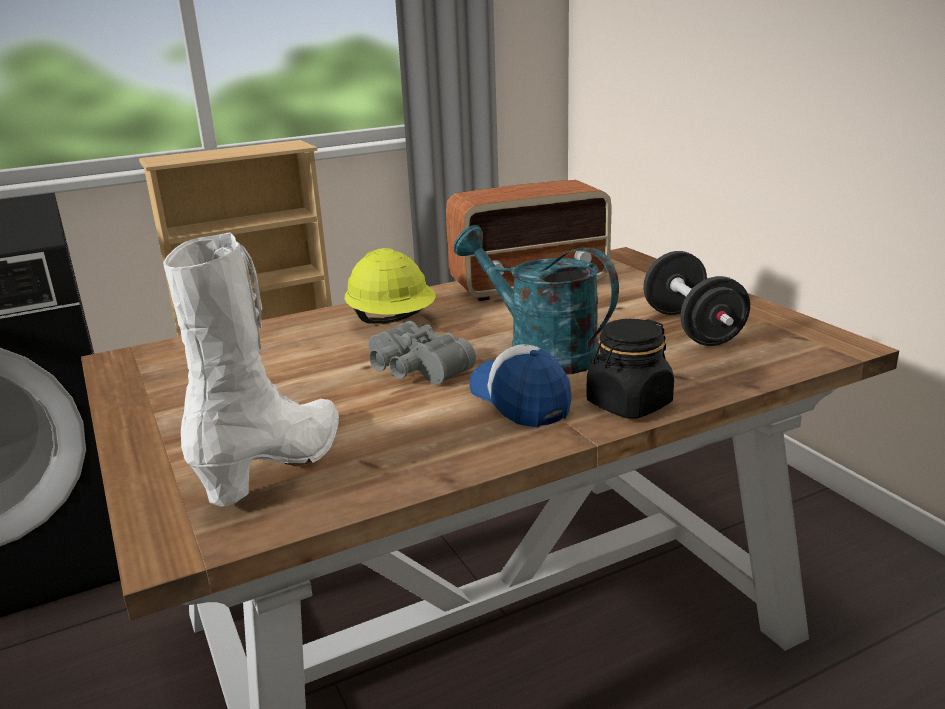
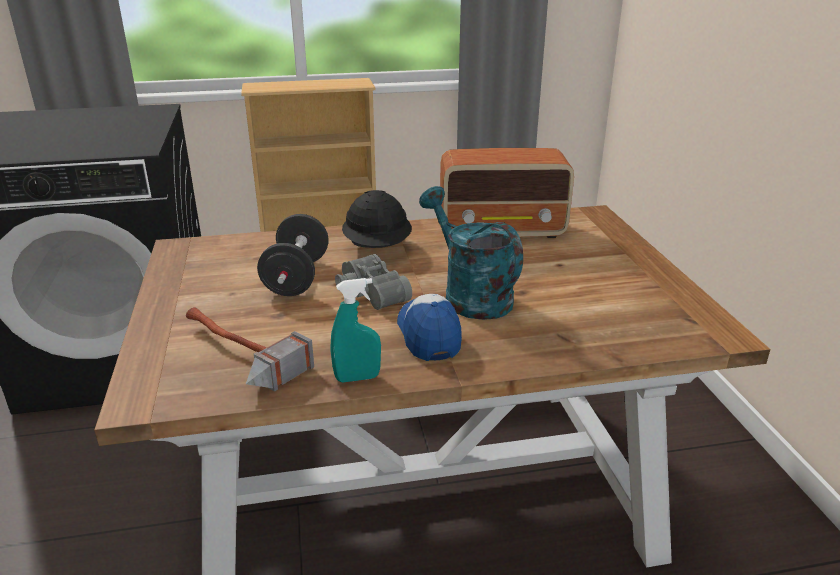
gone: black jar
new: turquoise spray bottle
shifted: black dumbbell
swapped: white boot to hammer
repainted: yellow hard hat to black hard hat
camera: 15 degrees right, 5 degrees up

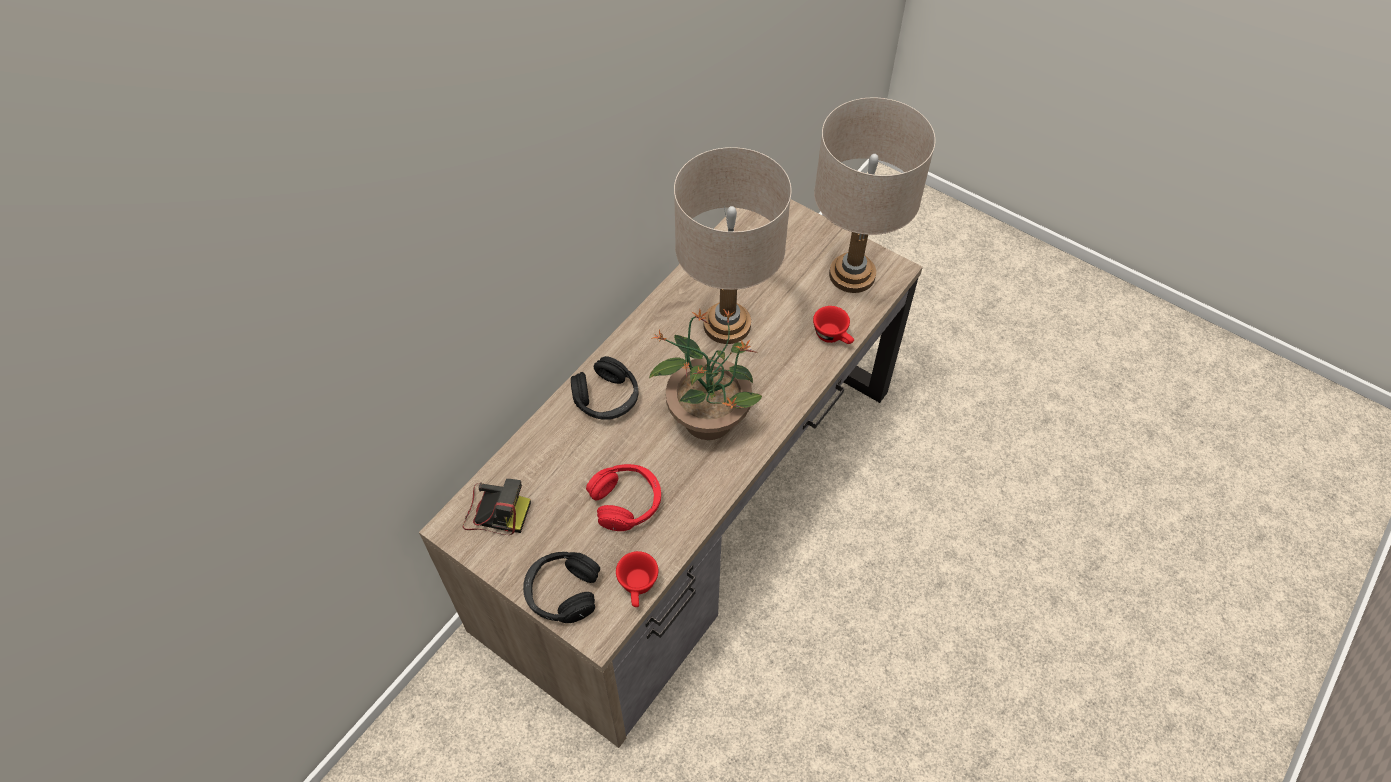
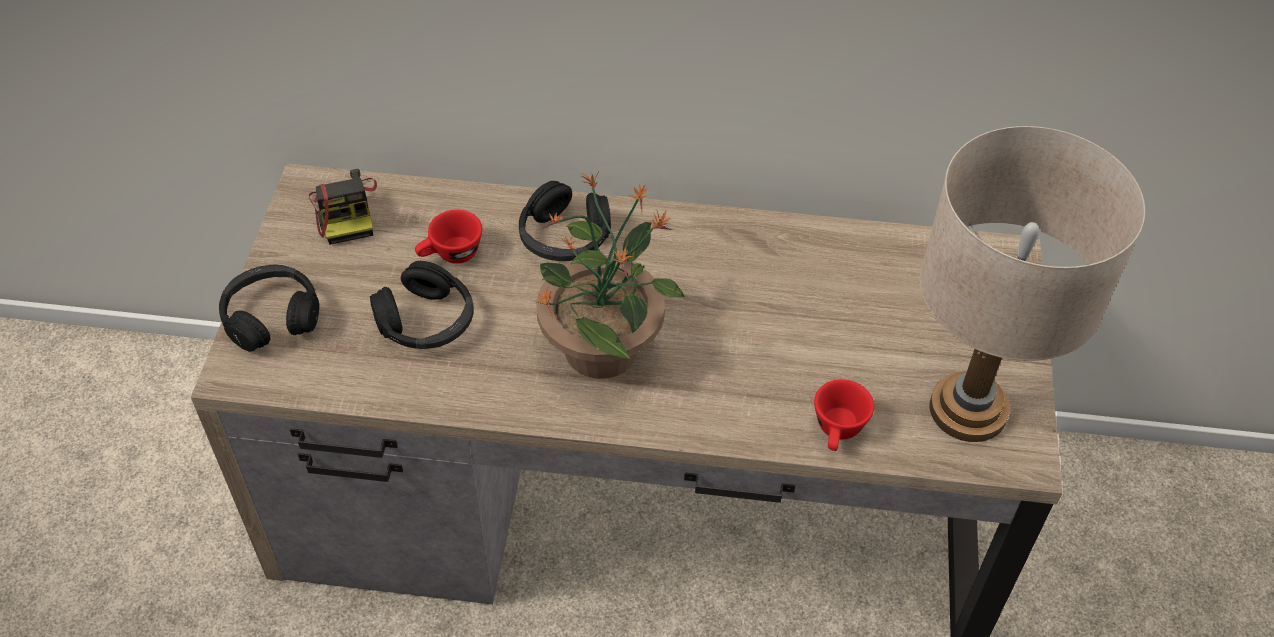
gone: beige table lamp (no. 1 from left)
shifted: red cup (no. 1 from left)
repainted: red headphones to black headphones (no. 2 from left)
camera: 60 degrees right, 5 degrees down

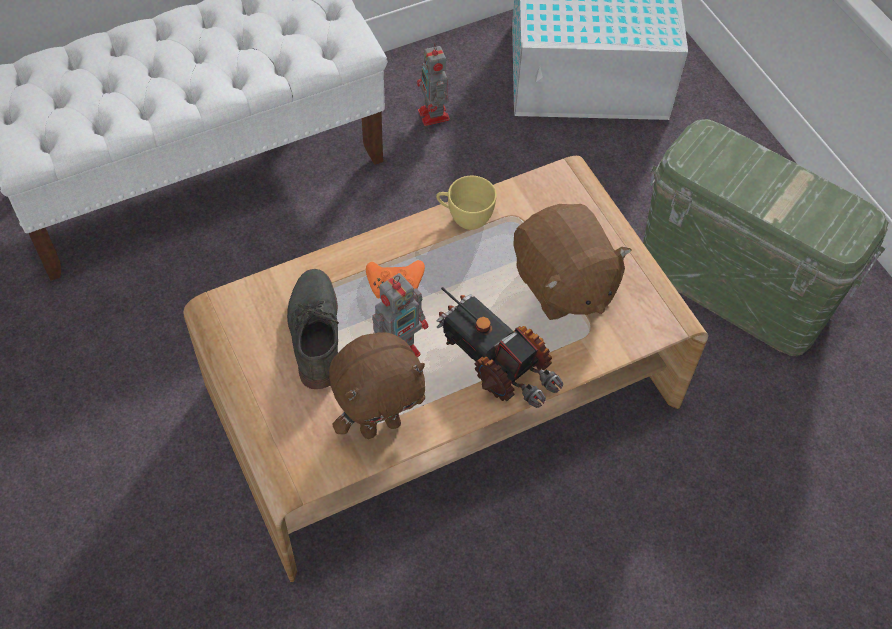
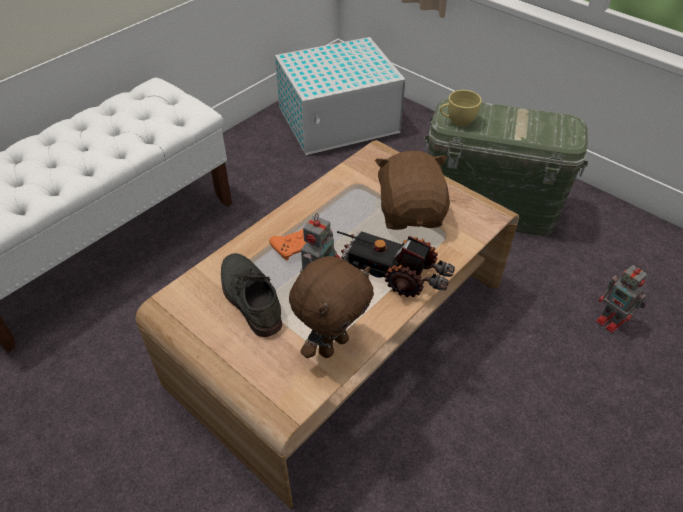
shifted: toy robot (no. 2 from left); yellow cup
rotated: brown plush toy (no. 2 from left) 135 degrees counterclockwise
camera: 20 degrees left, 10 degrees down

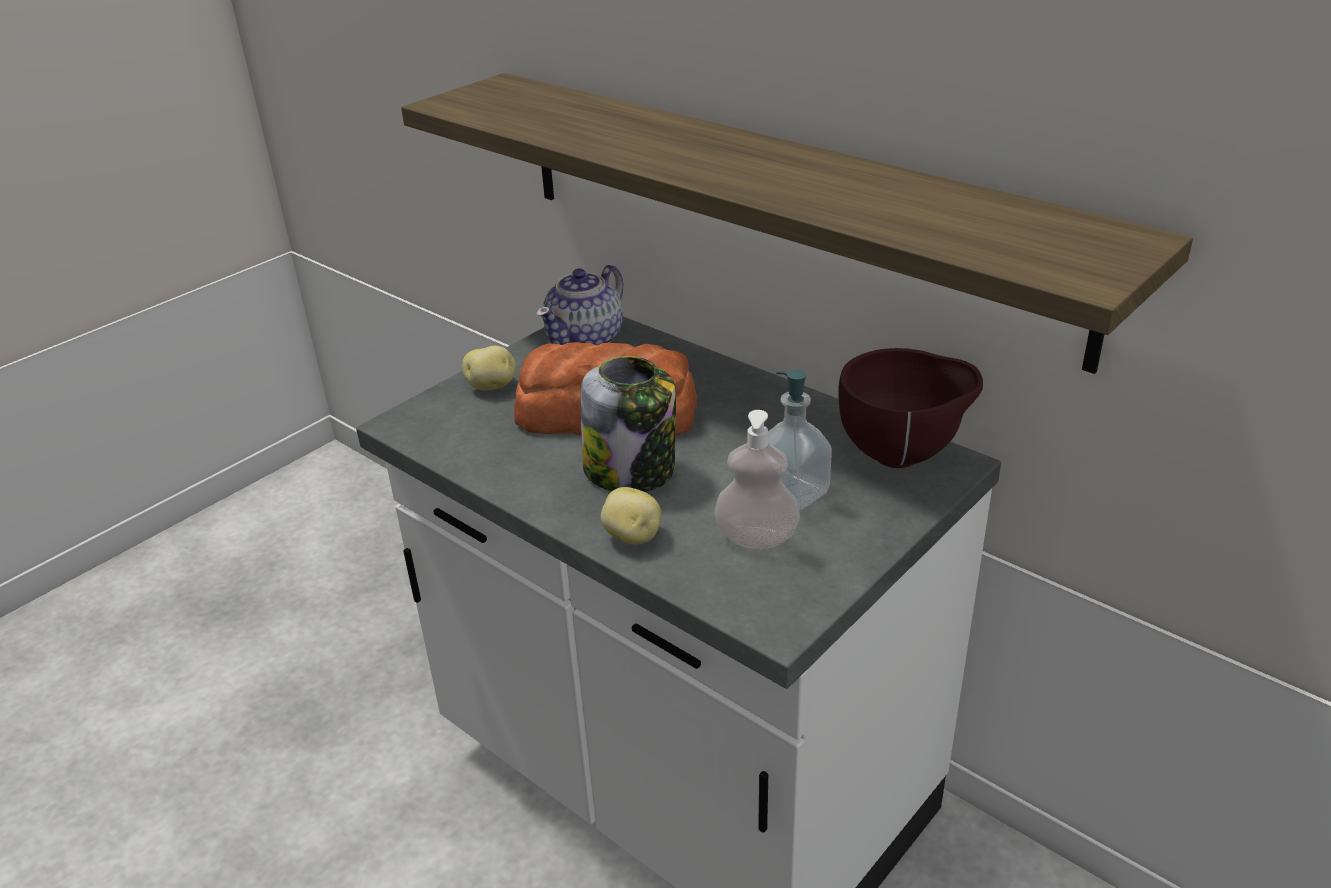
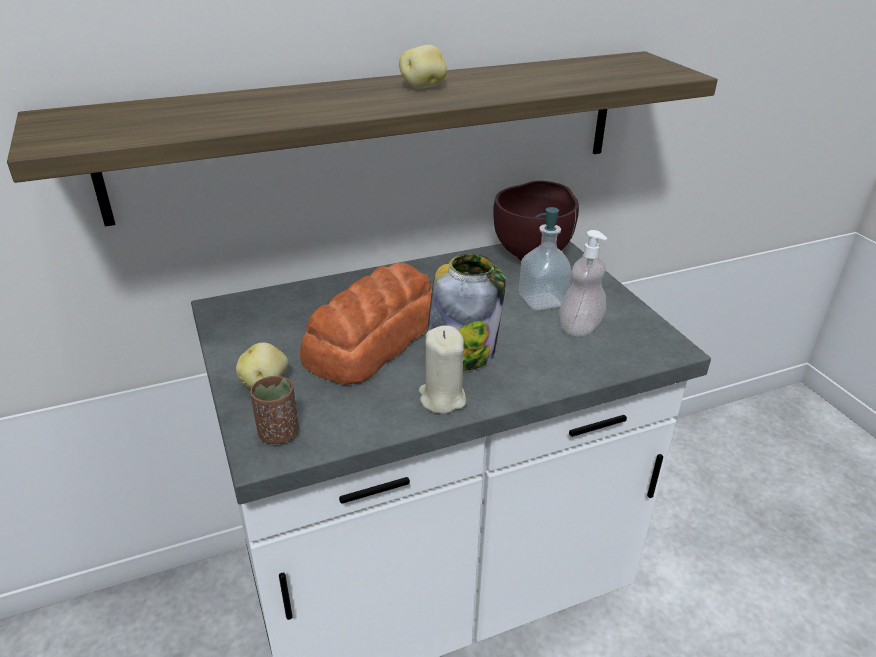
gone: teapot
new: brown cup; beige candle
shifted: potato (no. 2 from left)
camera: 65 degrees left, 0 degrees up

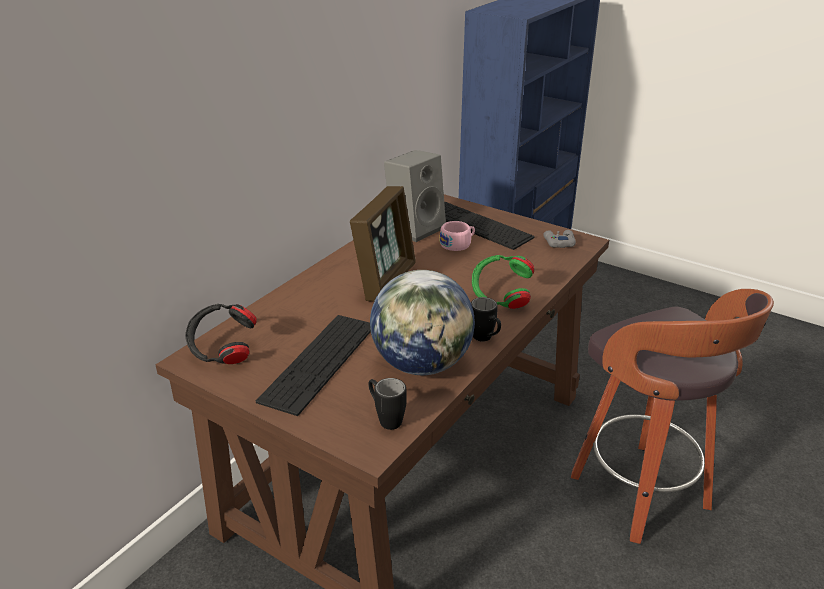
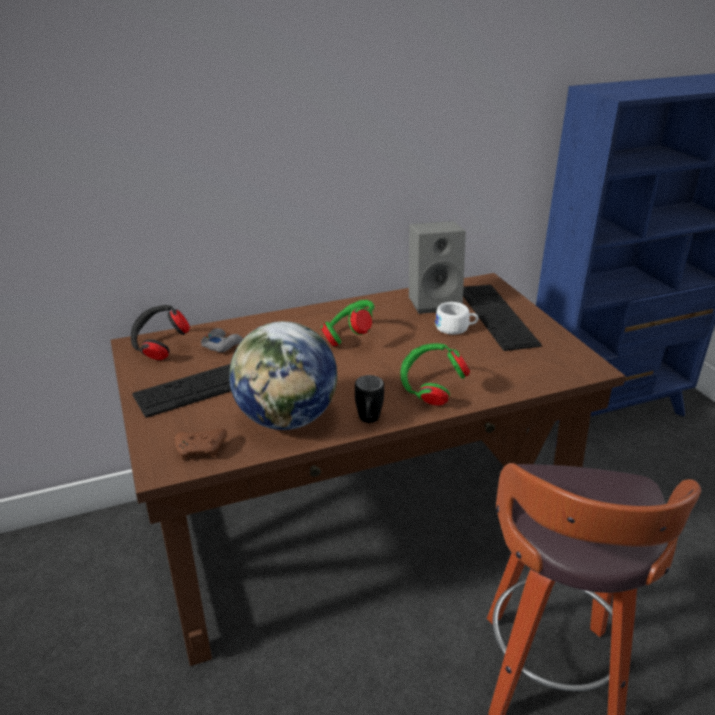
shifted: grey game controller
swapped: picture frame to green headphones (no. 1 from left); black mug (no. 1 from left) to brown game controller
repainted: pink cup to white cup
camera: 35 degrees right, 0 degrees up

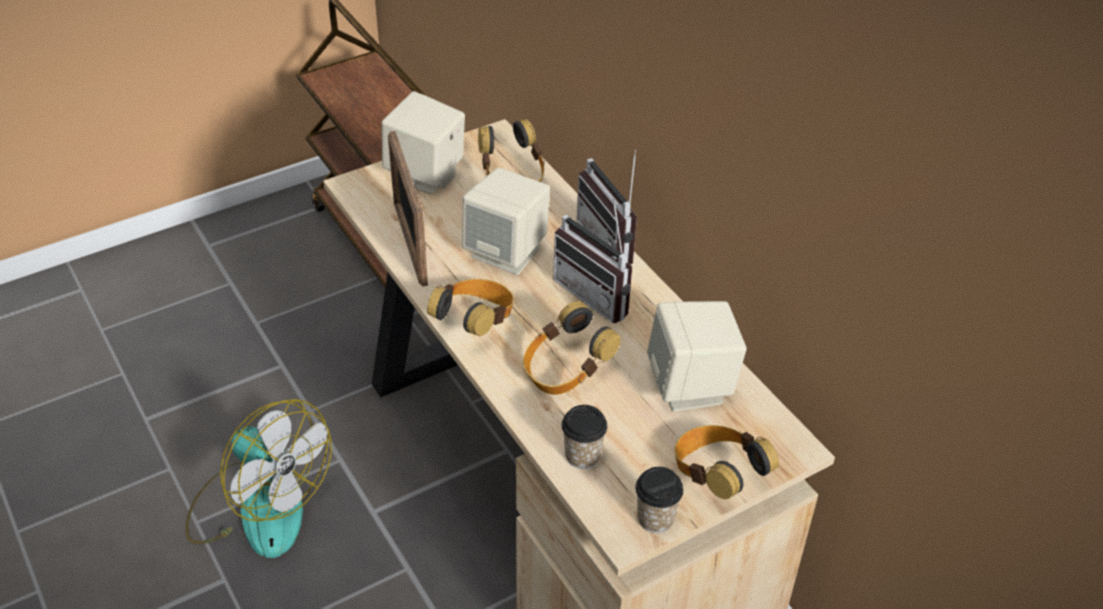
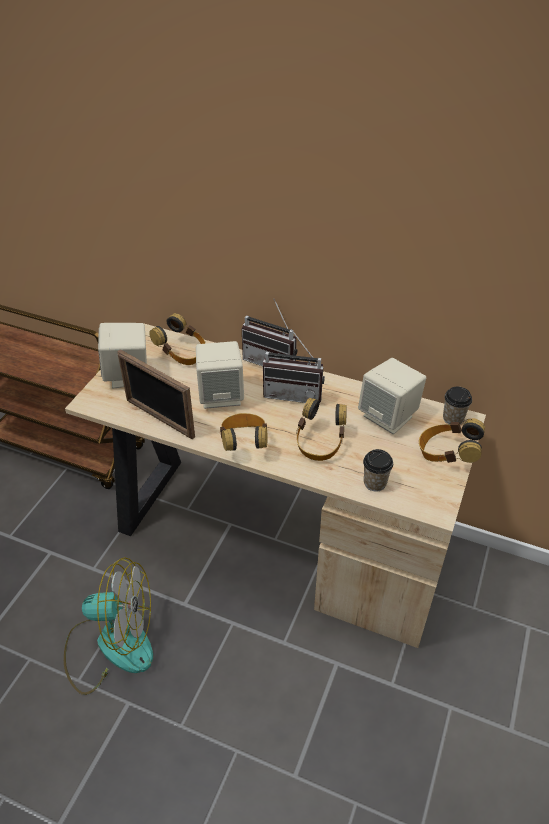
shifted: cup (no. 2 from left)
camera: 35 degrees left, 0 degrees up

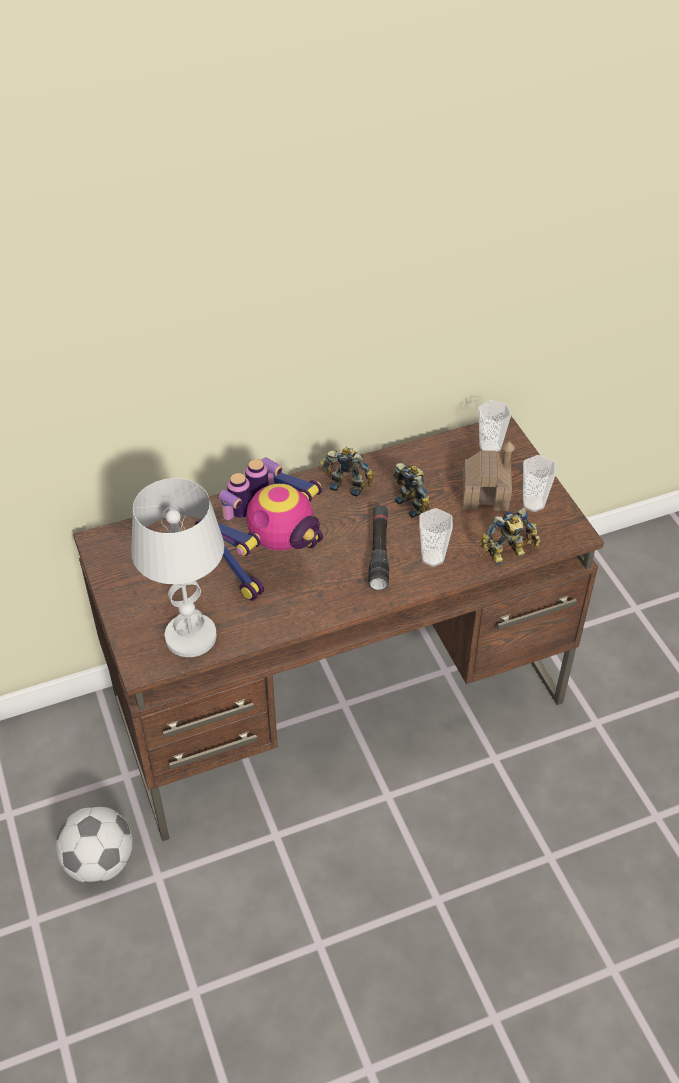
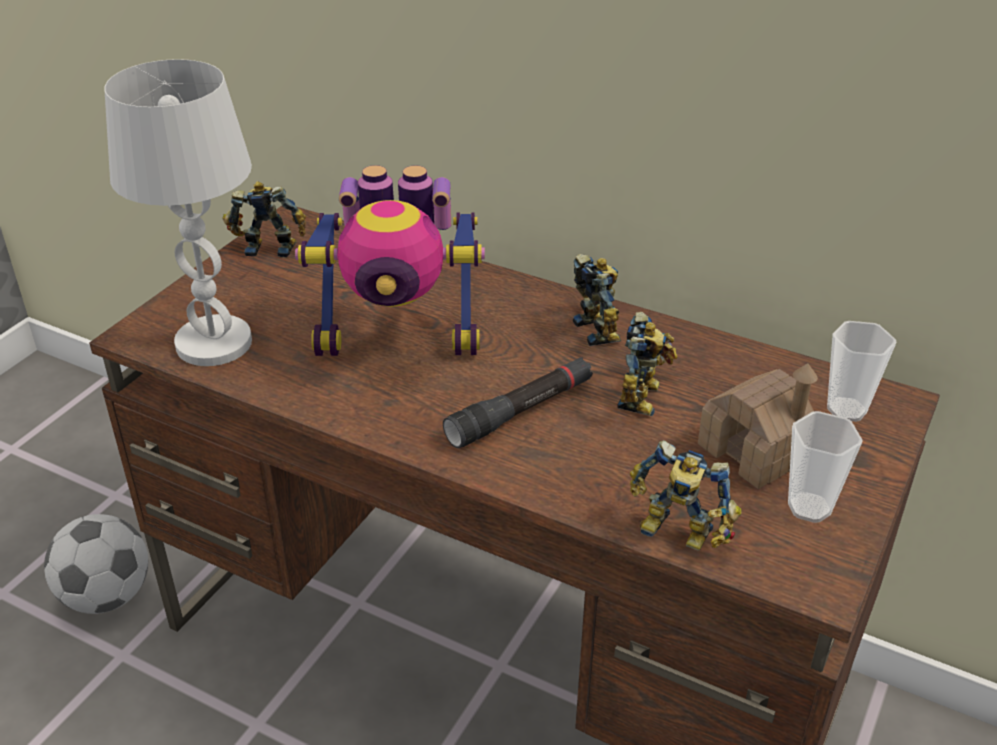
gone: cup (no. 1 from left)
new: toy robot (no. 1 from left)
camera: 50 degrees right, 10 degrees down

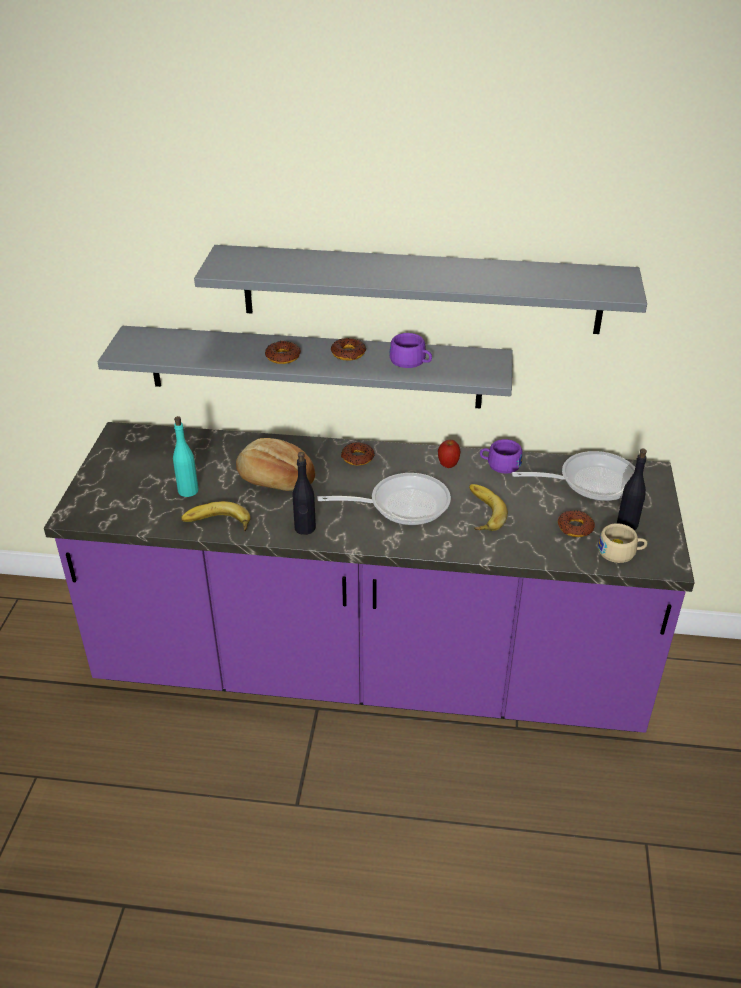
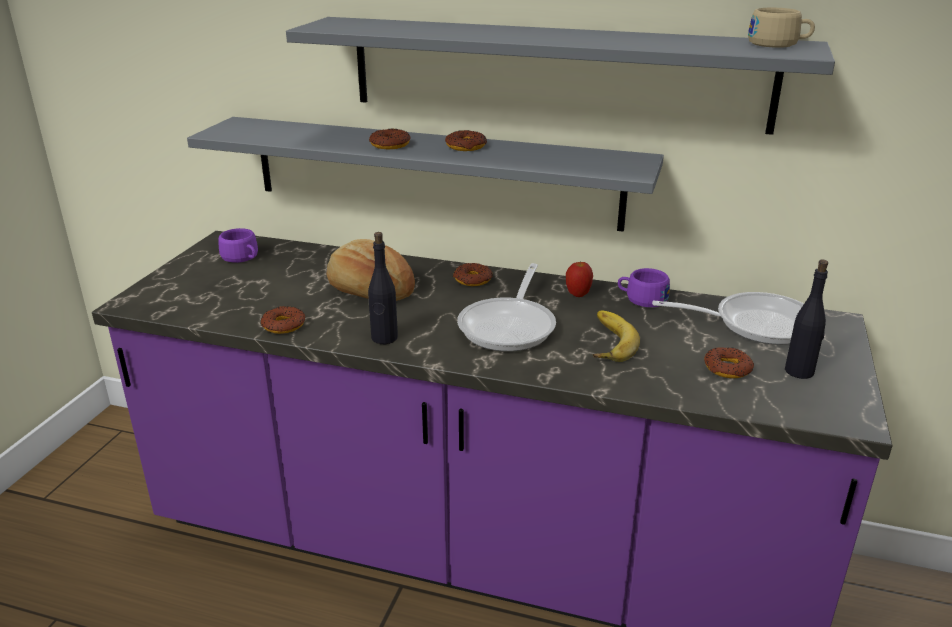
gone: turquoise bottle
shifted: purple cup (no. 1 from left); beige cup
swapped: banana (no. 1 from left) to donut (no. 1 from left)
rotated: frying pan (no. 1 from left) 105 degrees clockwise
camera: 10 degrees right, 10 degrees down

